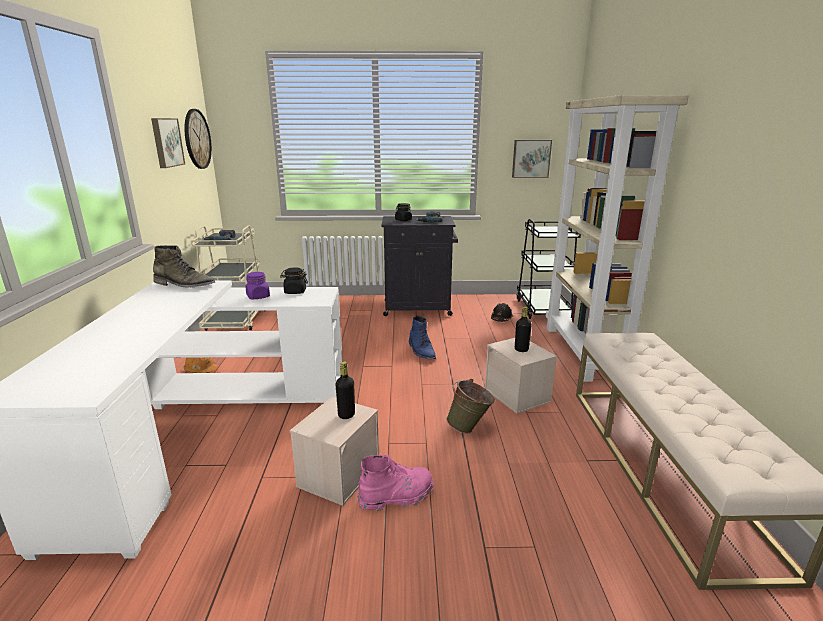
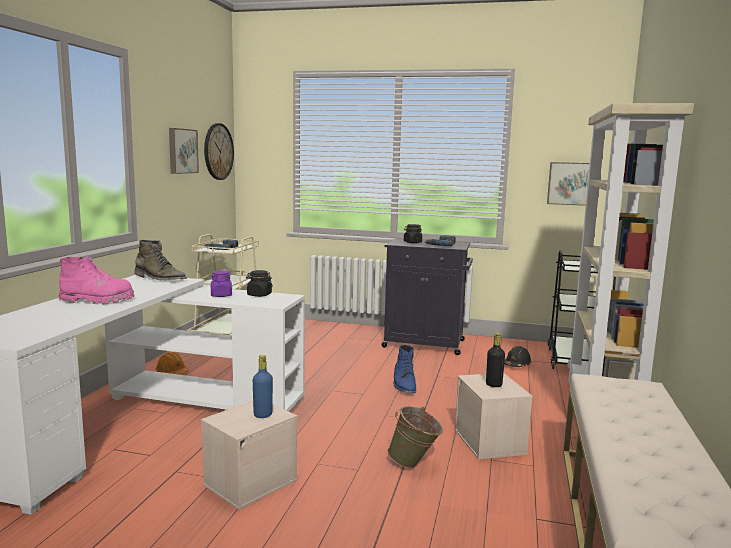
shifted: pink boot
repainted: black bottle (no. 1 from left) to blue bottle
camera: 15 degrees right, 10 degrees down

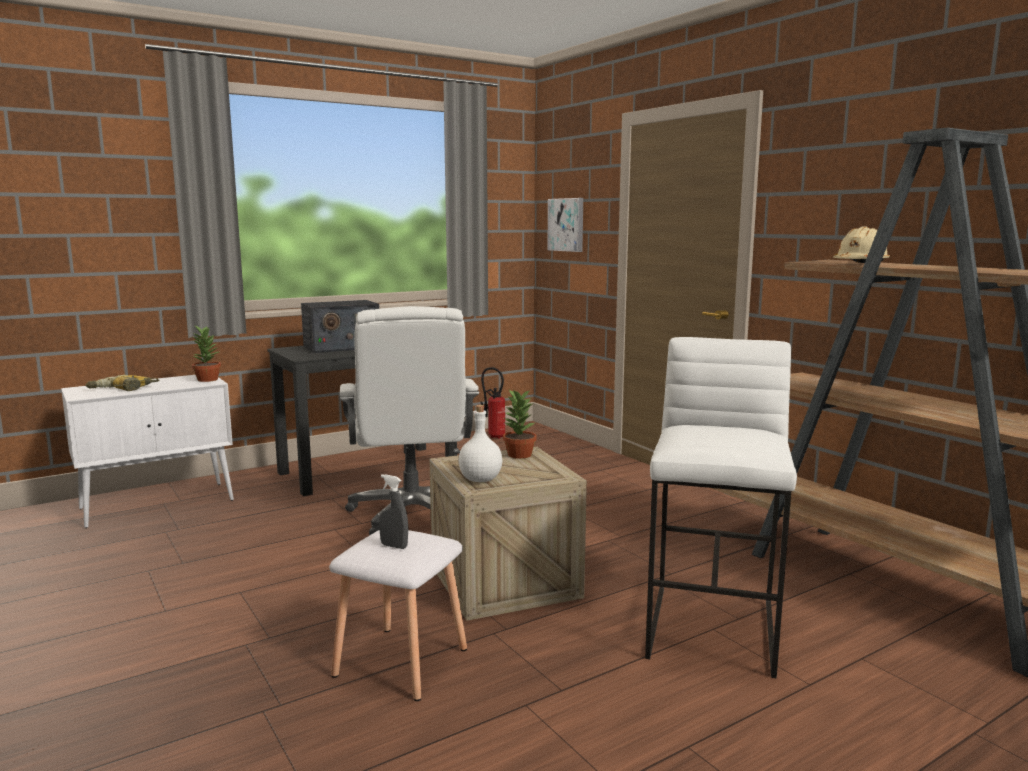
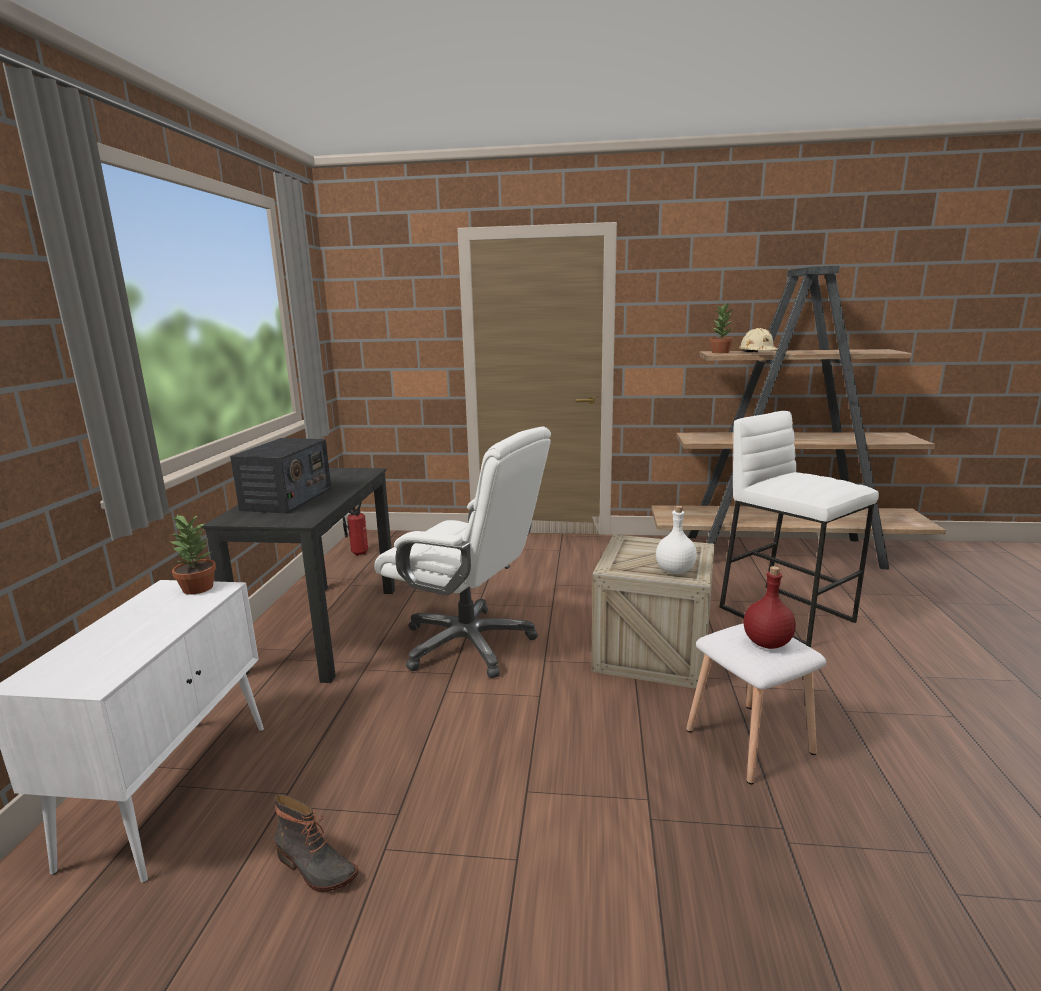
gone: power drill; picture
new: boot
shifted: potted plant (no. 2 from left)
swapped: grey spray bottle to red bottle
camera: 50 degrees left, 5 degrees up

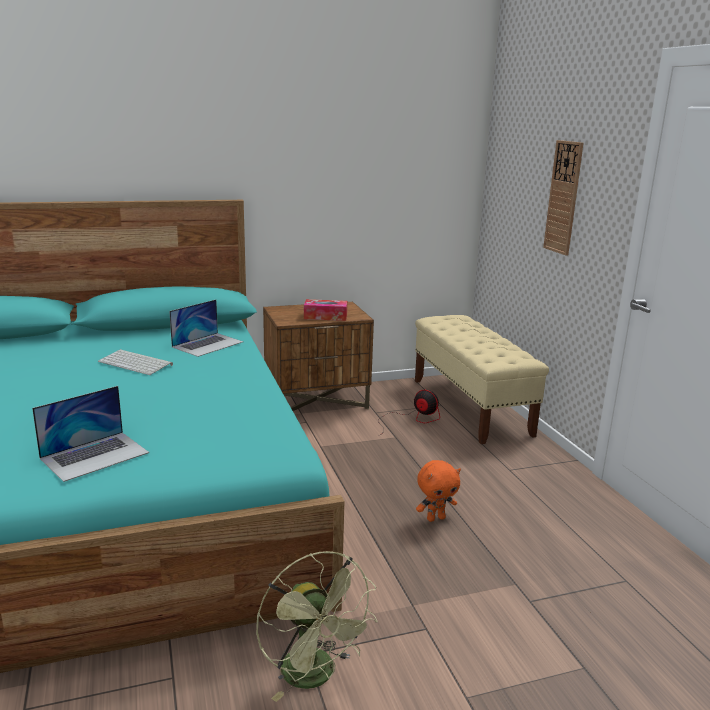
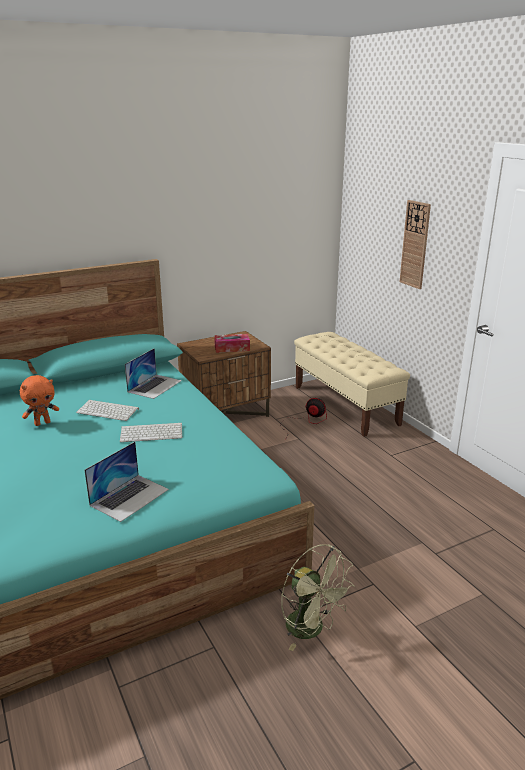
new: keyboard (no. 2 from left)
shifted: orange plush toy
camera: 10 degrees left, 5 degrees up

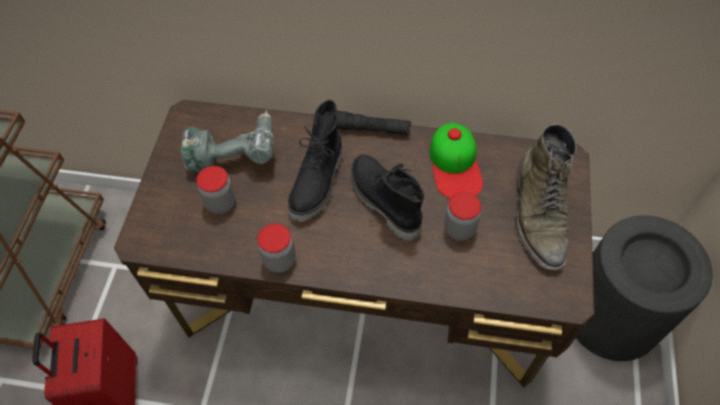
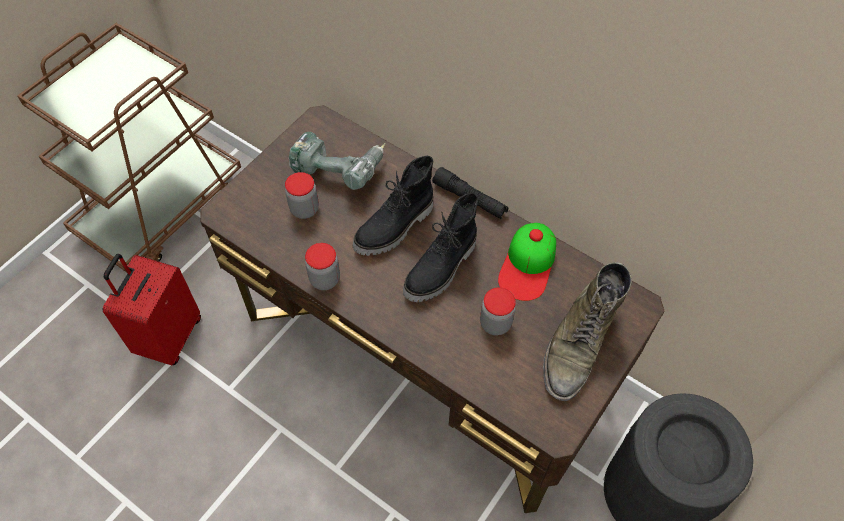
rotated: black boot (no. 2 from left) 135 degrees counterclockwise
camera: 25 degrees right, 0 degrees up

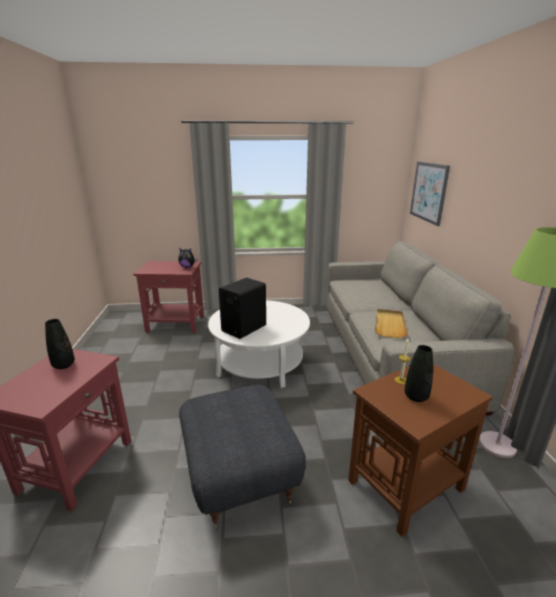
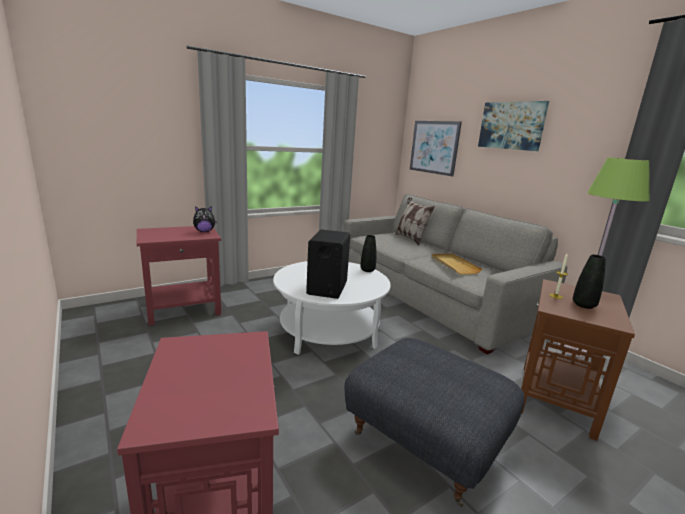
new: pillow; picture (no. 2 from left)
shifted: black vase (no. 1 from left)
camera: 30 degrees left, 5 degrees down

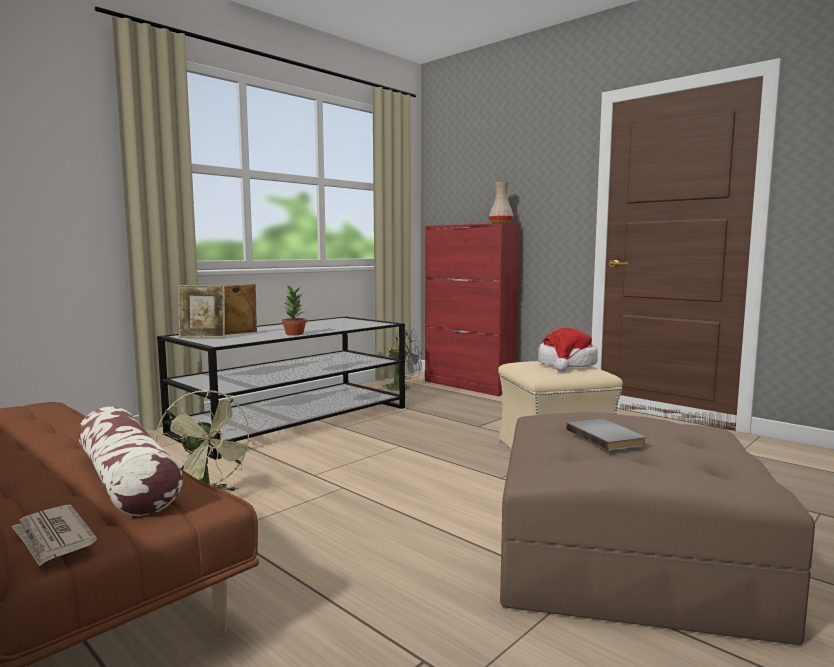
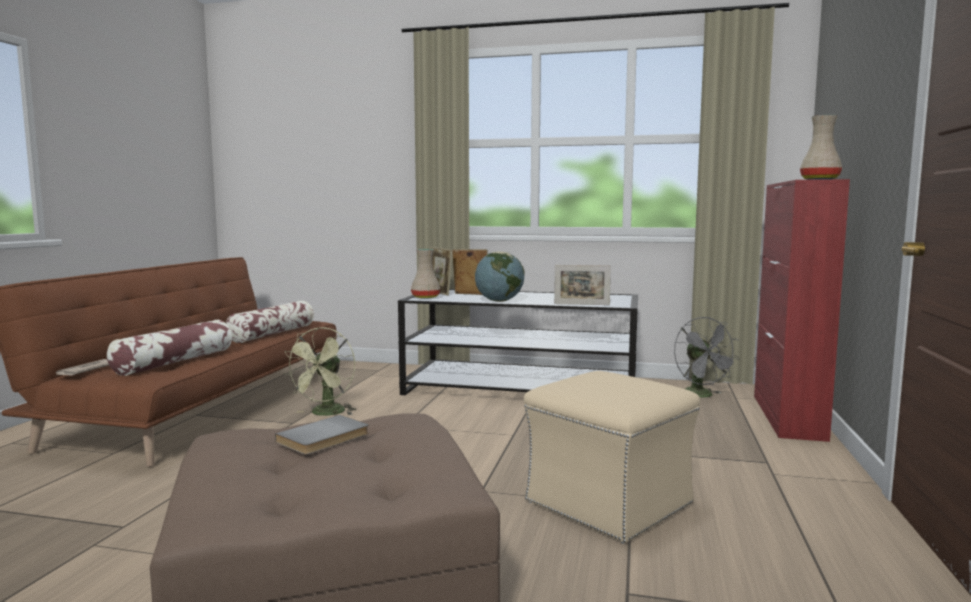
gone: hat
new: pillow (no. 2 from left); beige vase (no. 1 from left); picture frame (no. 3 from left)
swapped: potted plant to globe
camera: 60 degrees right, 0 degrees up

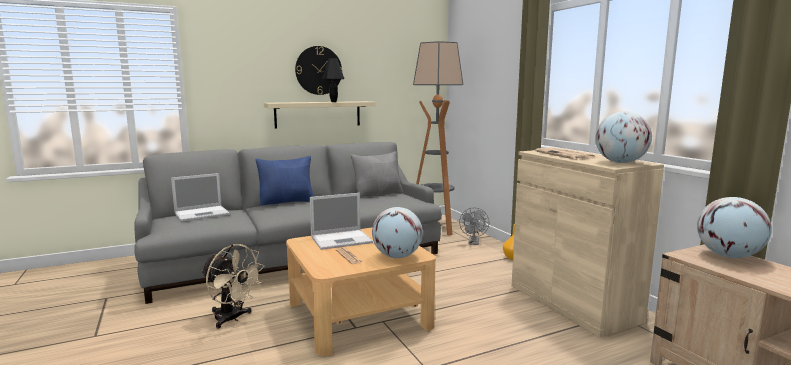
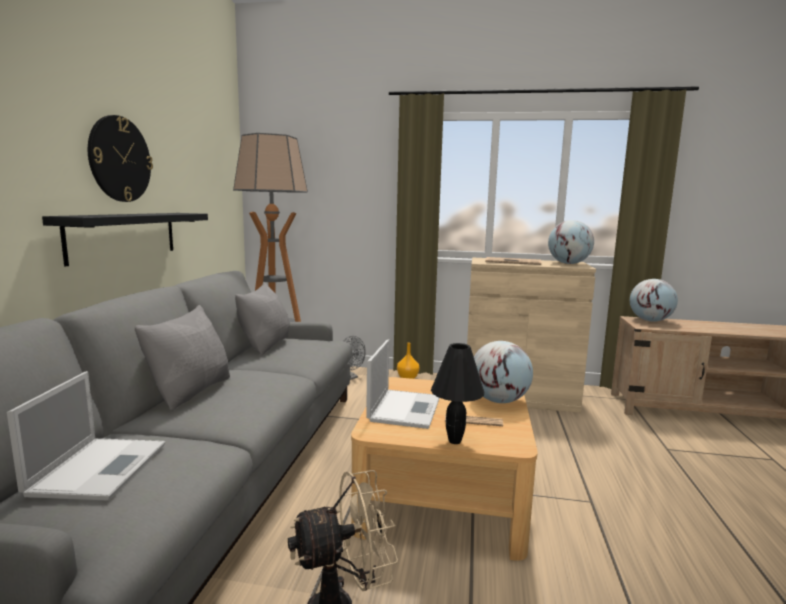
shifted: black table lamp
repainted: blue pillow to grey pillow (no. 1 from left); beige shelf to black shelf
camera: 55 degrees left, 0 degrees up

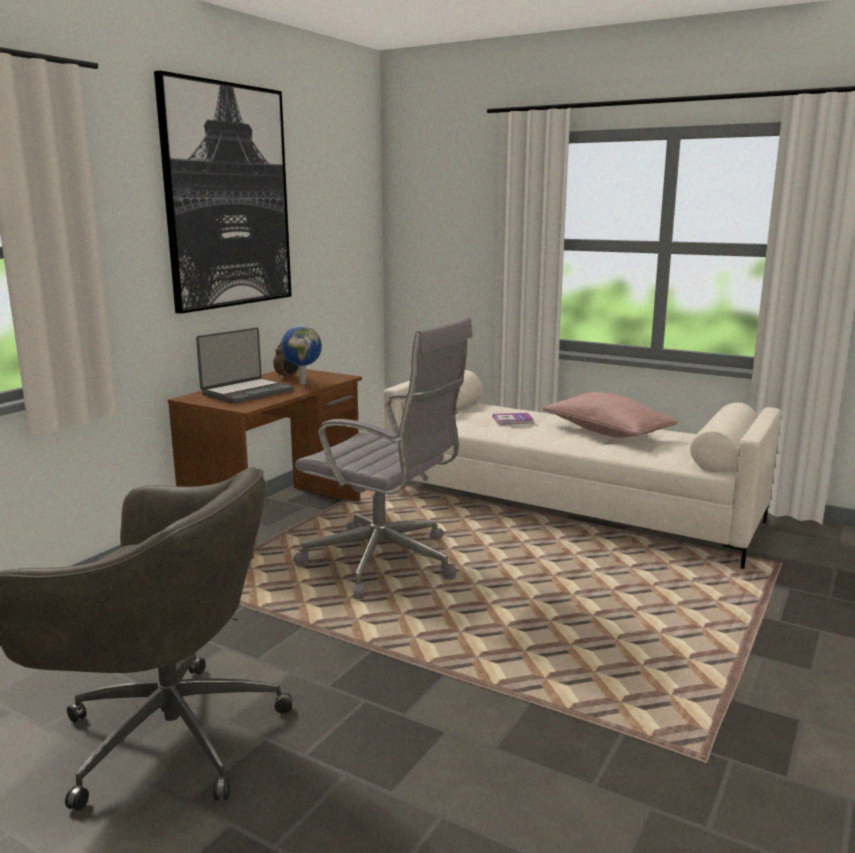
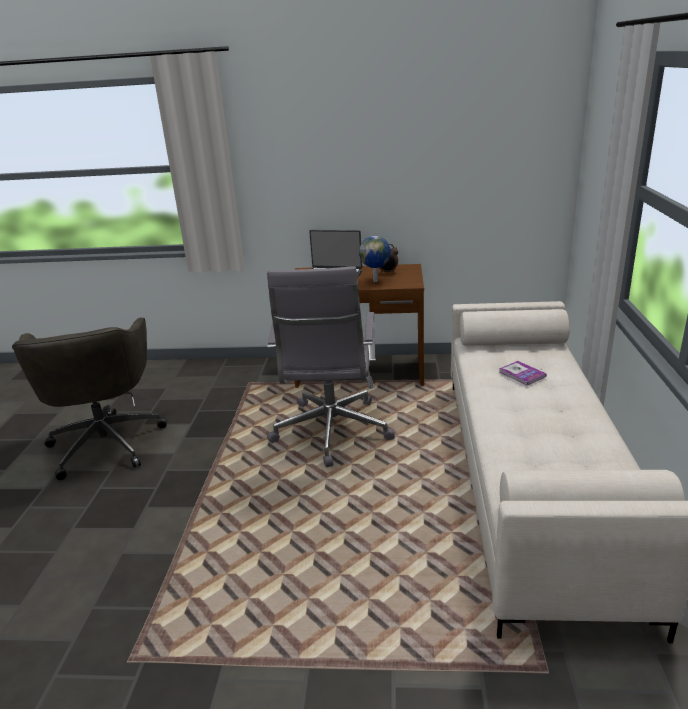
gone: picture; pink pillow
camera: 65 degrees right, 10 degrees up

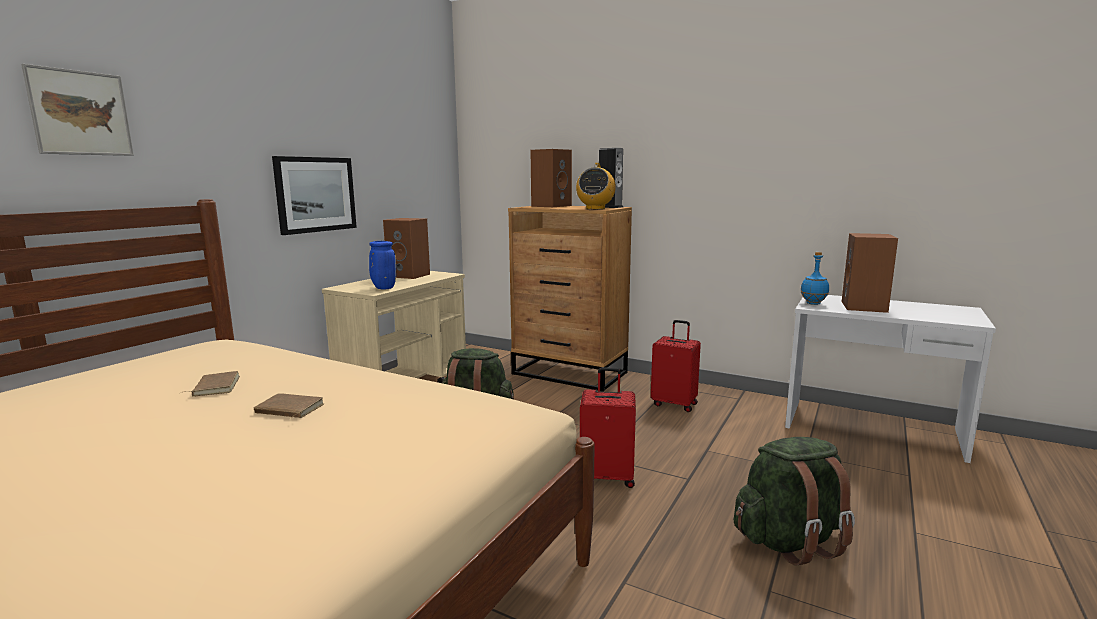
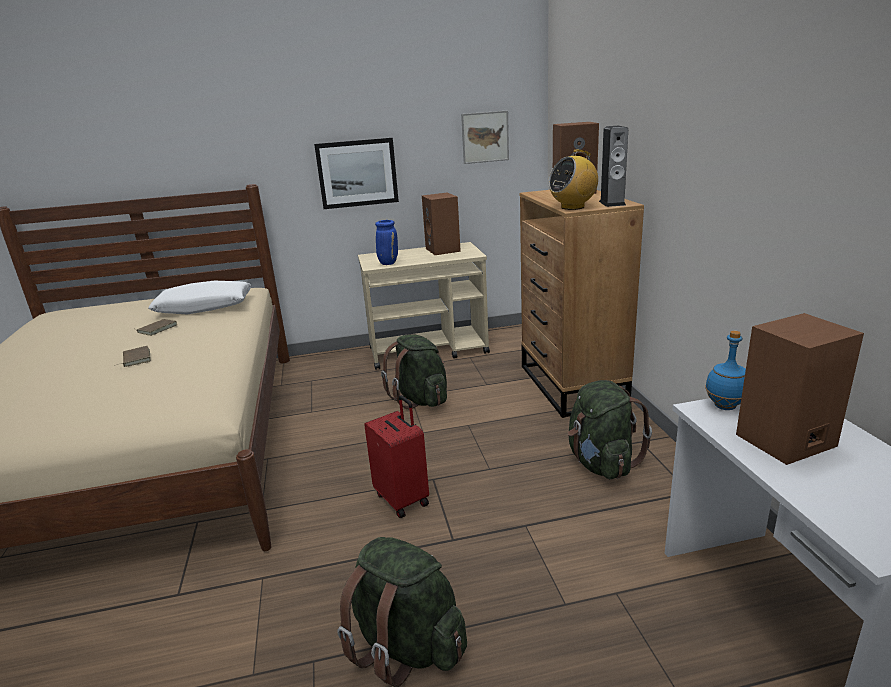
new: white pillow
shifted: picture (no. 1 from left in the first image) to picture (no. 2 from left)
swapped: red suitcase (no. 2 from left) to green backpack (no. 3 from left)
camera: 50 degrees right, 10 degrees up

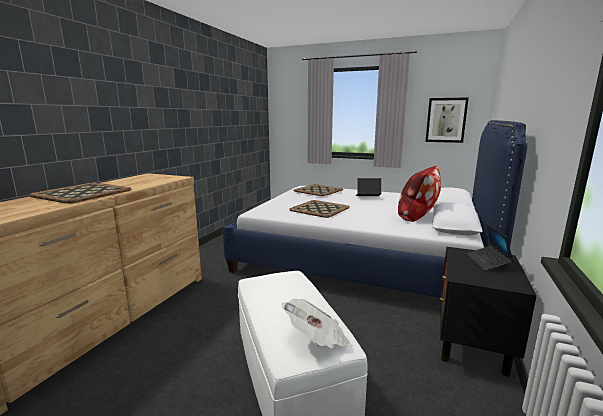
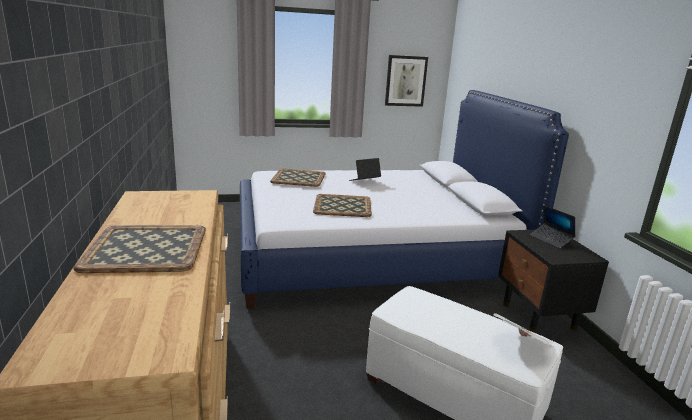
gone: pillow
camera: 35 degrees left, 5 degrees up

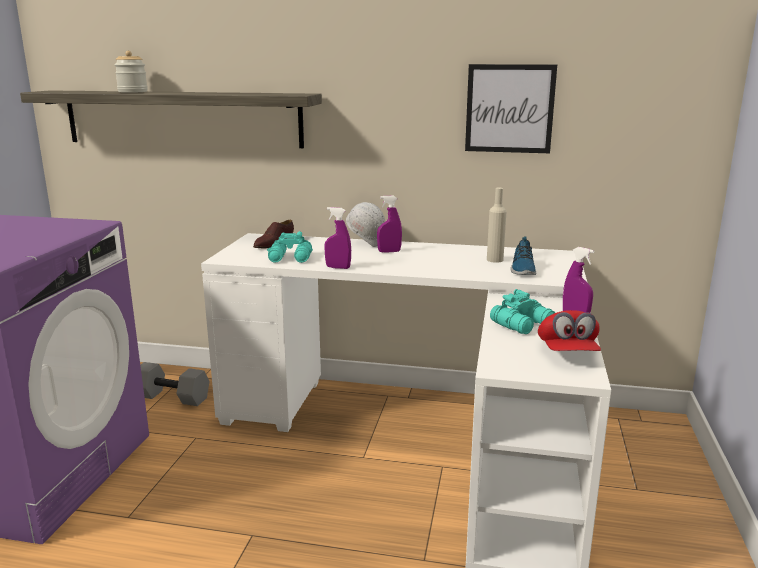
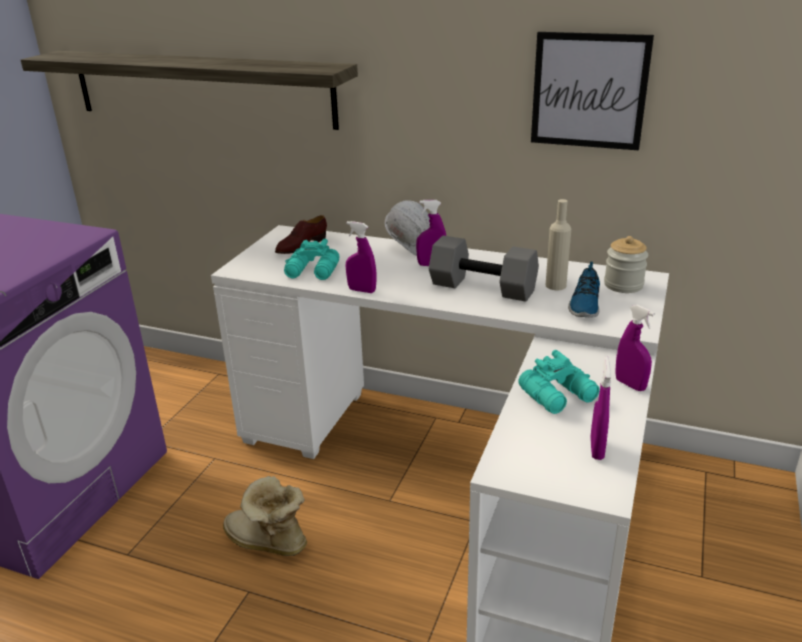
new: boot
shifted: jar; grey dumbbell
swapped: red cap to purple spray bottle (no. 3 from left)
camera: 10 degrees right, 10 degrees up

